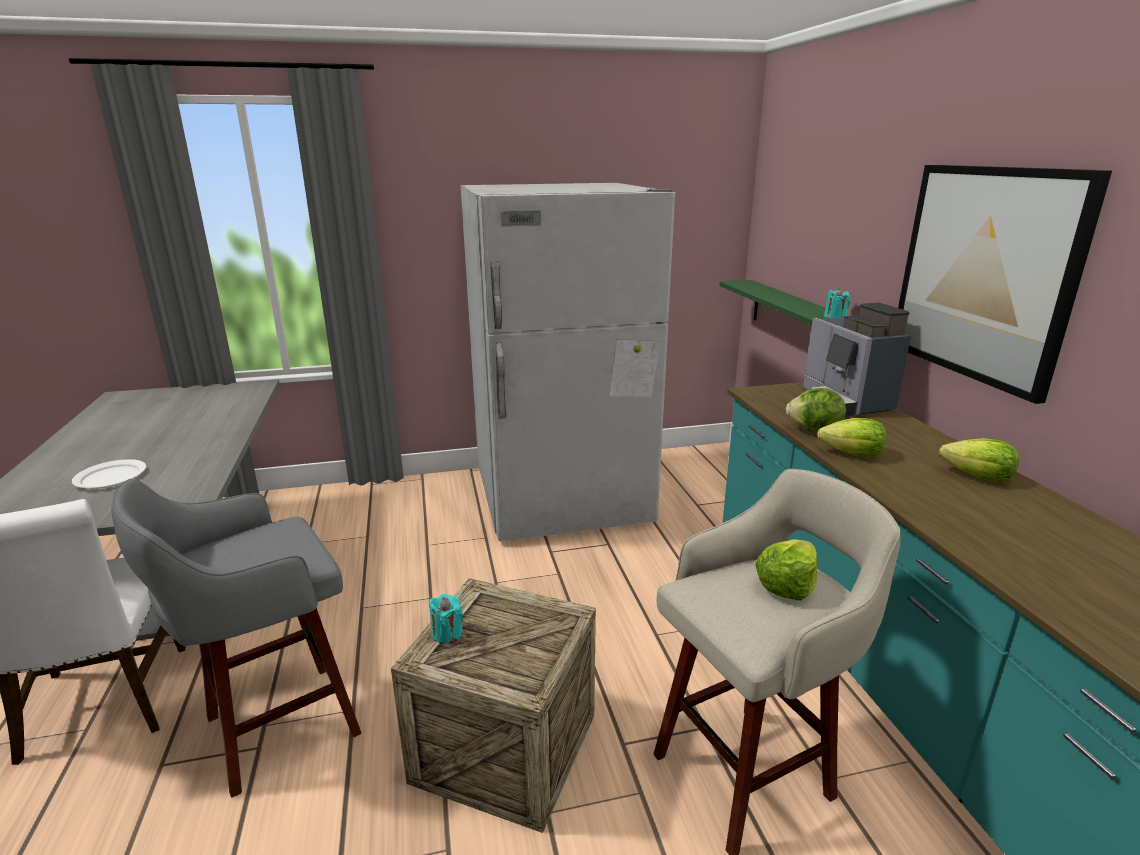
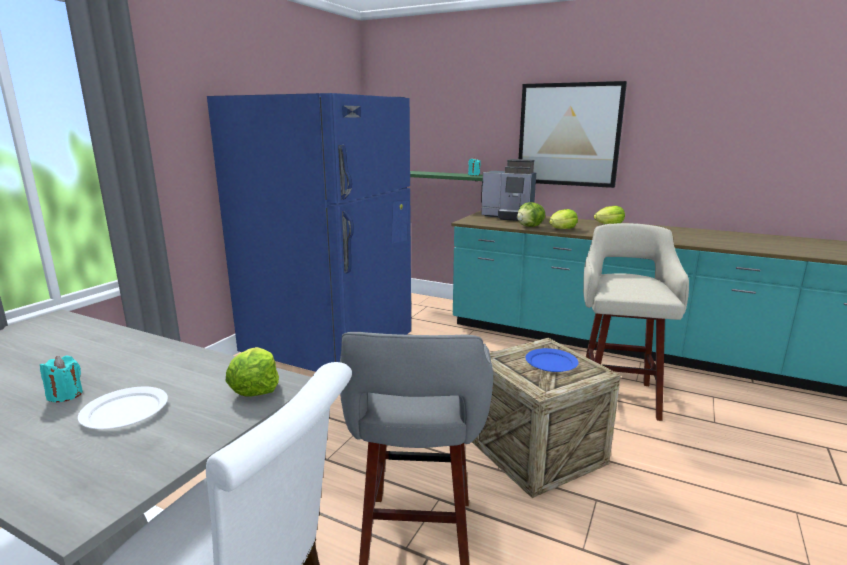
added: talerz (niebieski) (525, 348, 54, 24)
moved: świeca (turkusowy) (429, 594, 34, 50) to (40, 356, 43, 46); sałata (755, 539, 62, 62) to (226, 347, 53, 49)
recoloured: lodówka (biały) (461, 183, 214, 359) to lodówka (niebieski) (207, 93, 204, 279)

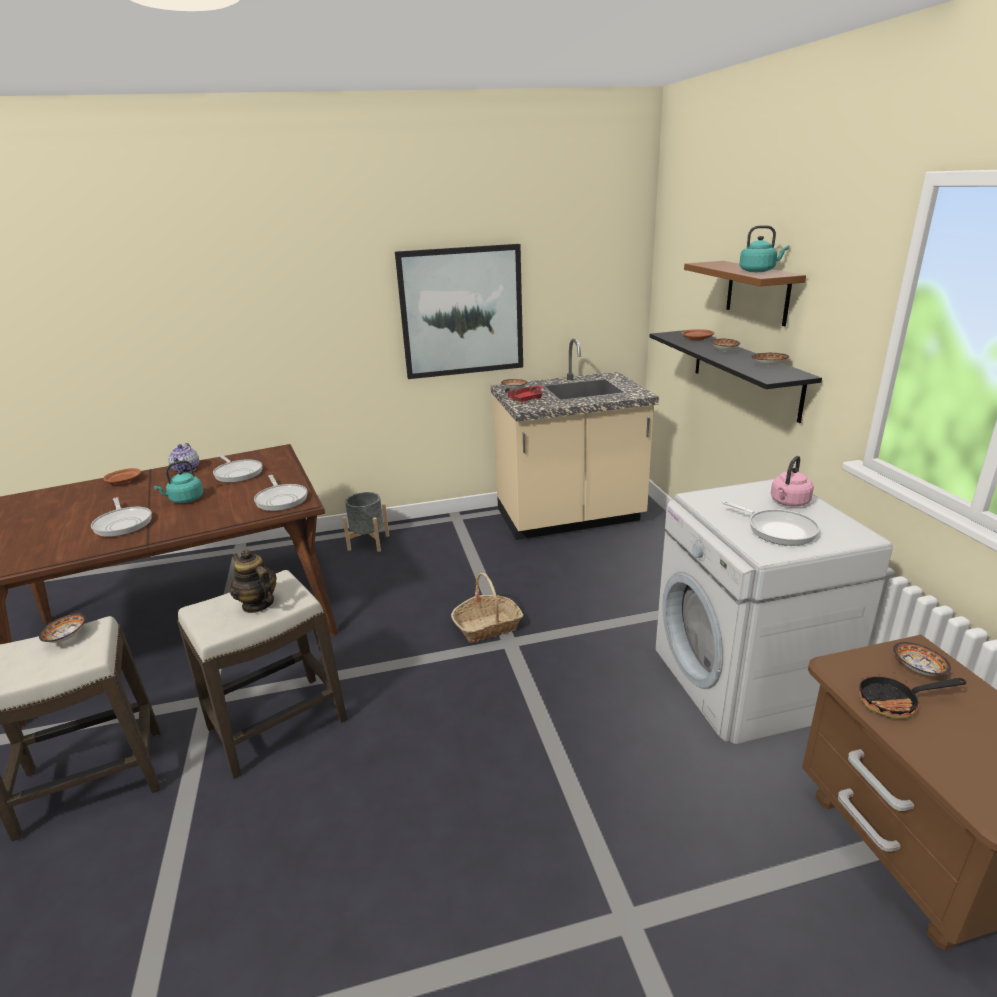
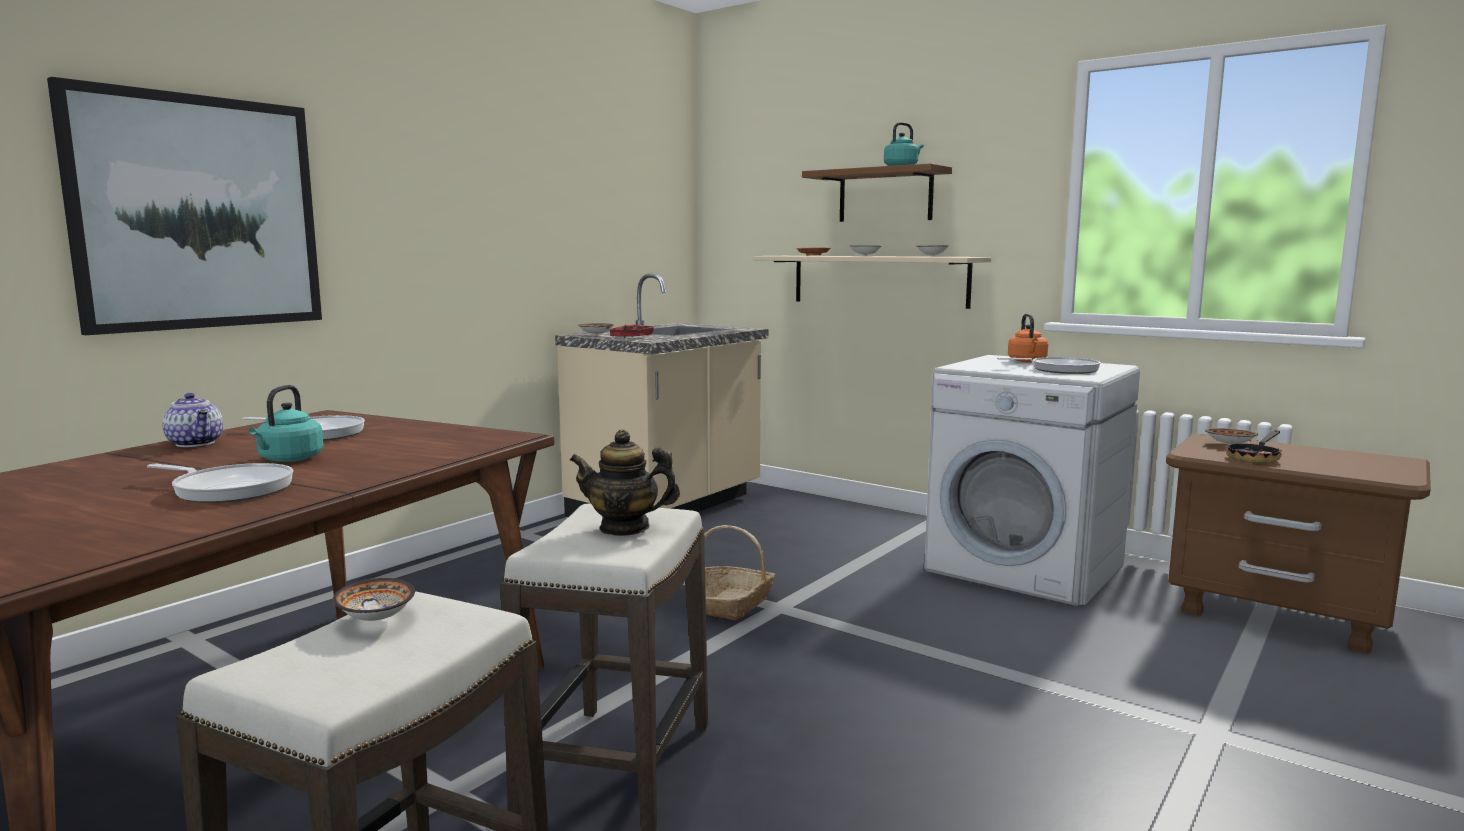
removed: talerz (brązowy) (103, 468, 38, 16); patelnia (254, 475, 53, 36); donica (szary) (342, 492, 47, 60)
moved: obraz (395, 244, 128, 135) to (47, 77, 275, 258)
recoloured: półka (czarny) (649, 330, 173, 93) to półka (beżowy) (753, 256, 238, 53); czajnik (różowy) (771, 456, 43, 51) to czajnik (pomarańczowy) (1008, 313, 40, 49)

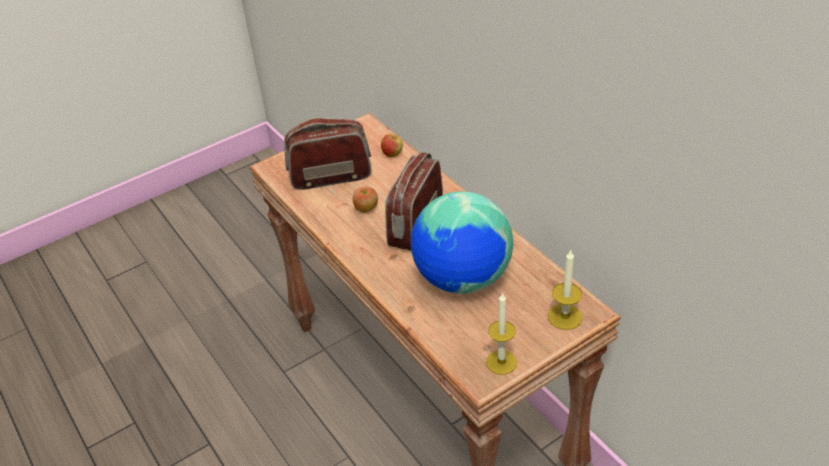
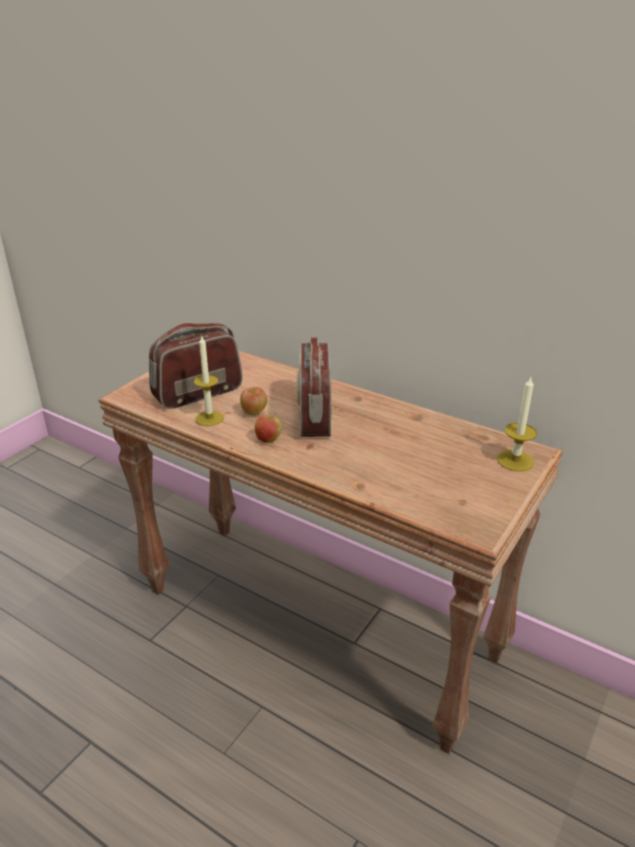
removed: globus (411, 192, 102, 102)
moved: jabłko (381, 134, 22, 23) to (254, 412, 28, 31); świeca (486, 292, 31, 83) to (194, 336, 30, 90)

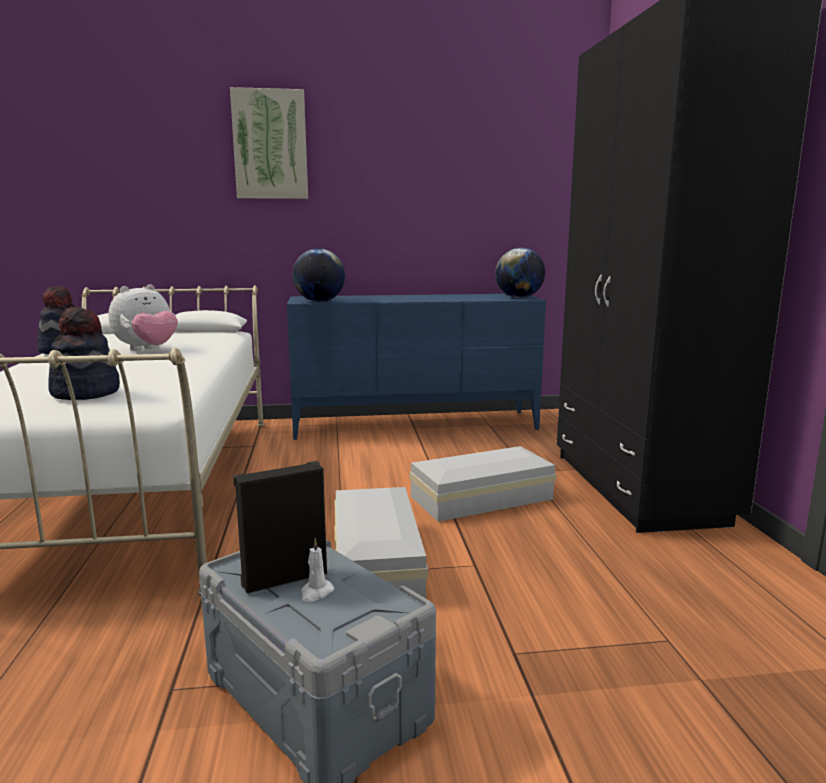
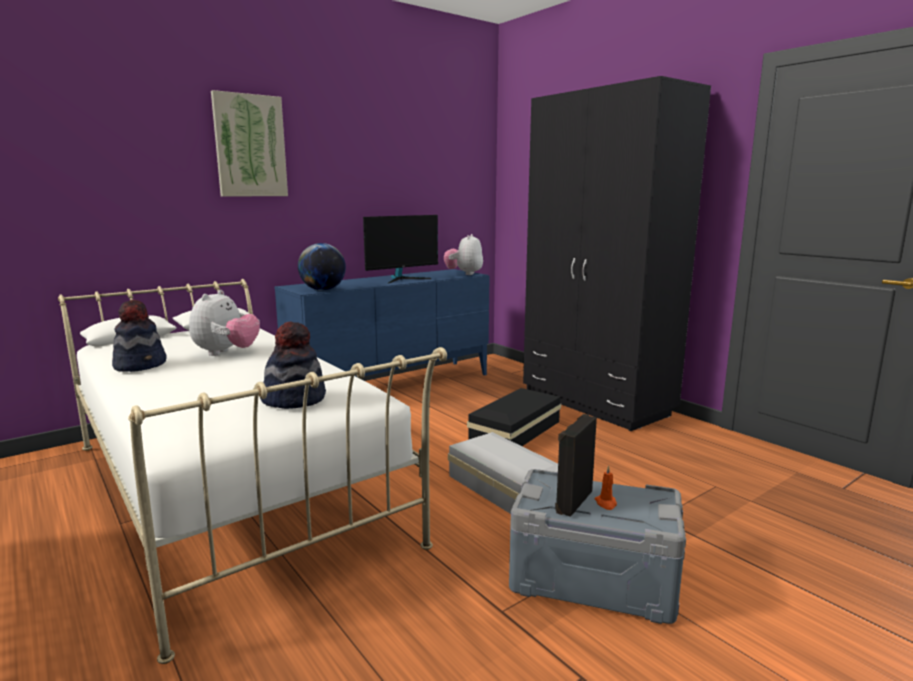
added: monitor (363, 215, 75, 69)
replaced: globus (495, 247, 50, 51) to pluszak (444, 234, 39, 41)
recoloured: świeca (biały) (301, 538, 33, 64) to świeca (pomarańczowy) (595, 465, 22, 45); pojemnik do przechowywania (biały) (409, 446, 147, 76) to pojemnik do przechowywania (czarny) (467, 388, 94, 58)

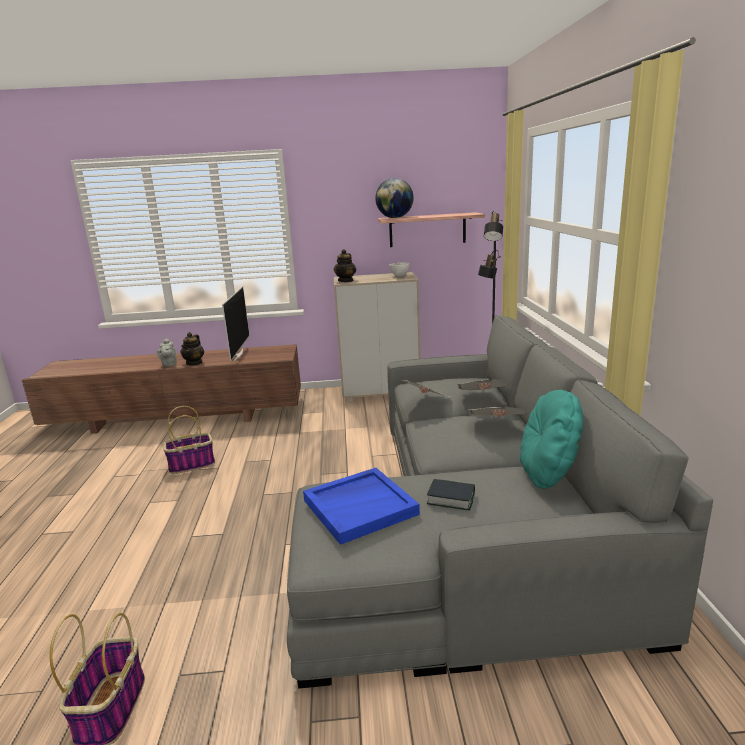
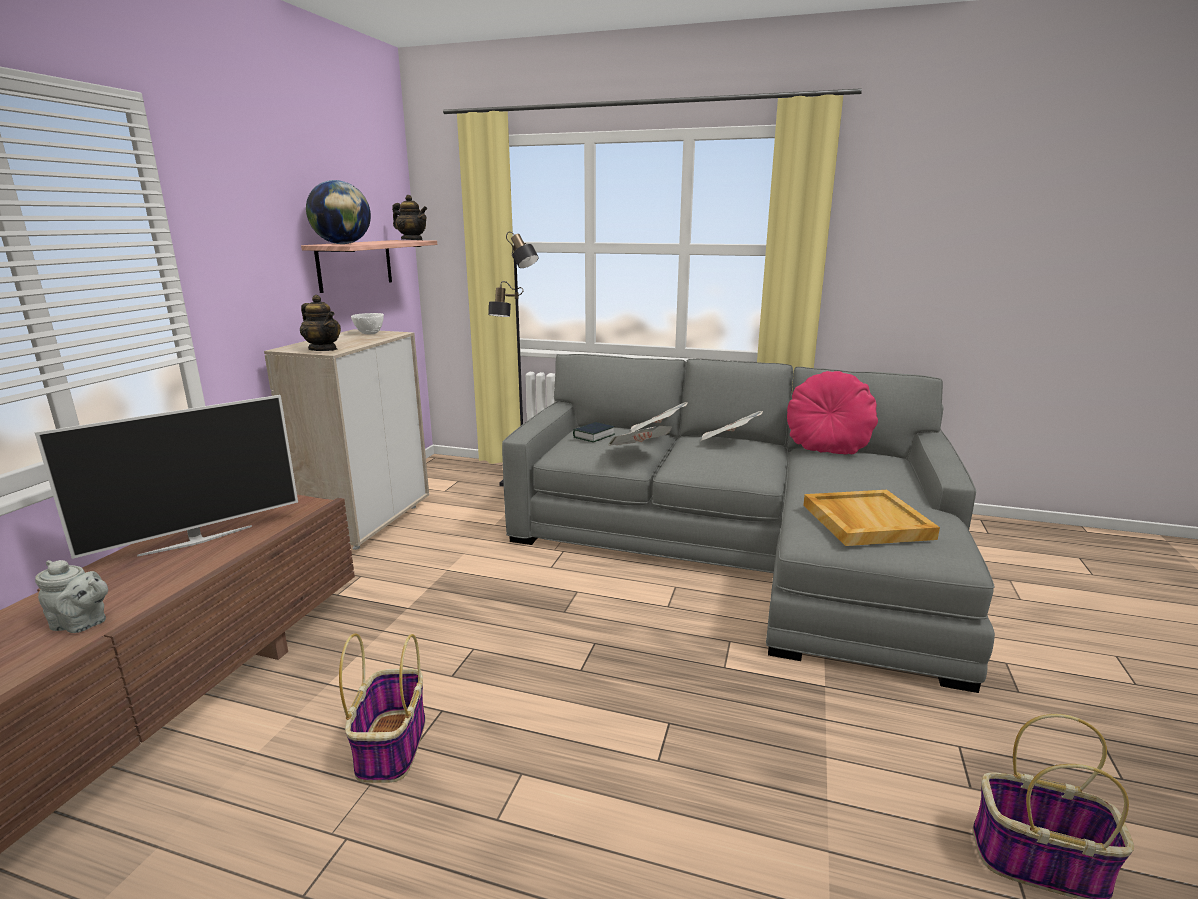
moved: imbryk (180, 332, 24, 33) to (392, 195, 35, 45); książka (427, 479, 48, 32) to (573, 422, 42, 20)
recoloured: taca (niebieski) (303, 468, 117, 77) to taca (beżowy) (803, 490, 137, 56); poduszka (turkusowy) (520, 390, 63, 99) to poduszka (różowy) (787, 371, 91, 83)
turned: telewizor (222, 286, 28, 76) = (35, 395, 263, 164) 120 degrees clockwise

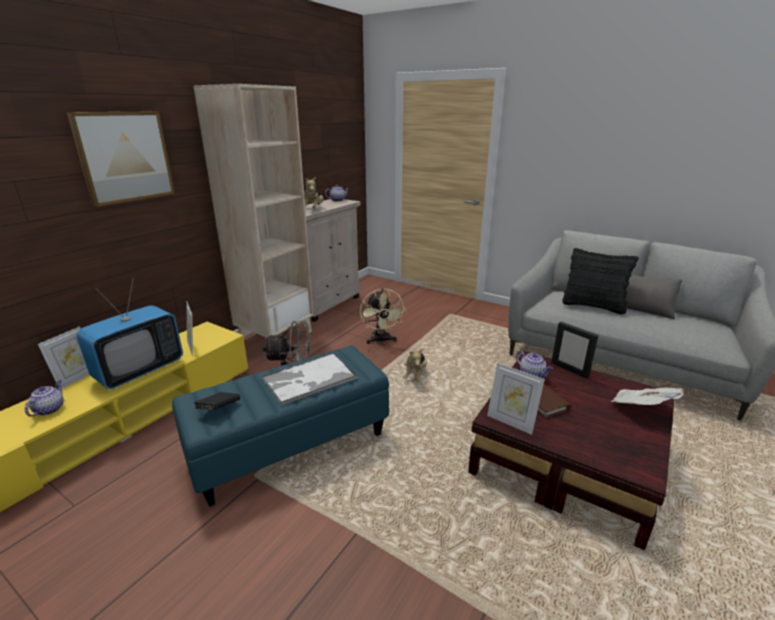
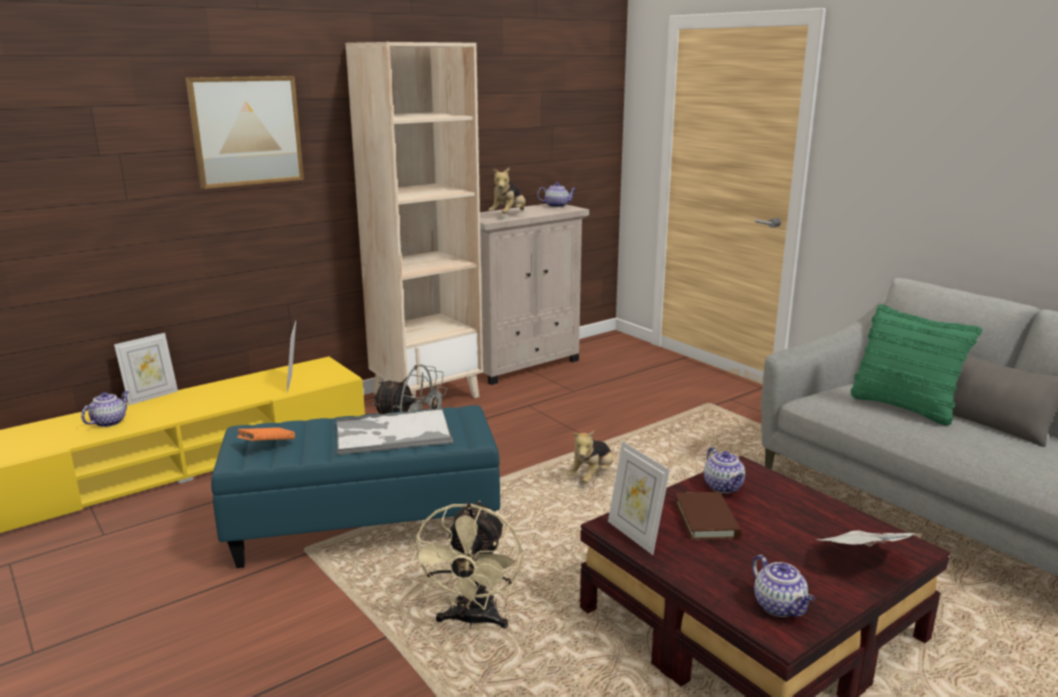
removed: telewizor (77, 278, 106, 111); ramka na zdjęcie (551, 322, 48, 57)
added: imbryk (752, 555, 63, 62)
moved: wentylator (beżowy) (360, 288, 46, 56) to (410, 501, 113, 127)
recoloured: książka (czarny) (194, 392, 46, 18) to książka (pomarańczowy) (237, 427, 58, 14); poduszka (czarny) (562, 248, 77, 66) to poduszka (zielony) (851, 304, 132, 121)

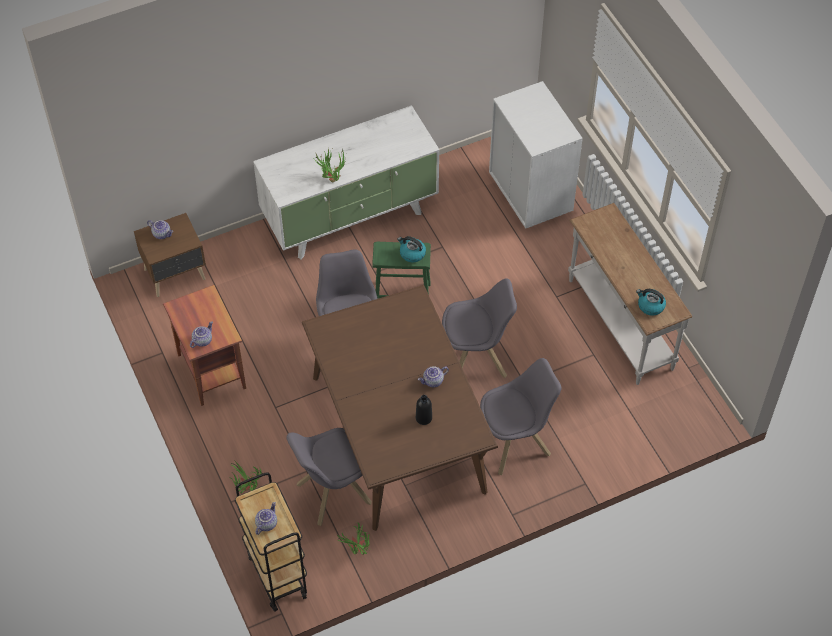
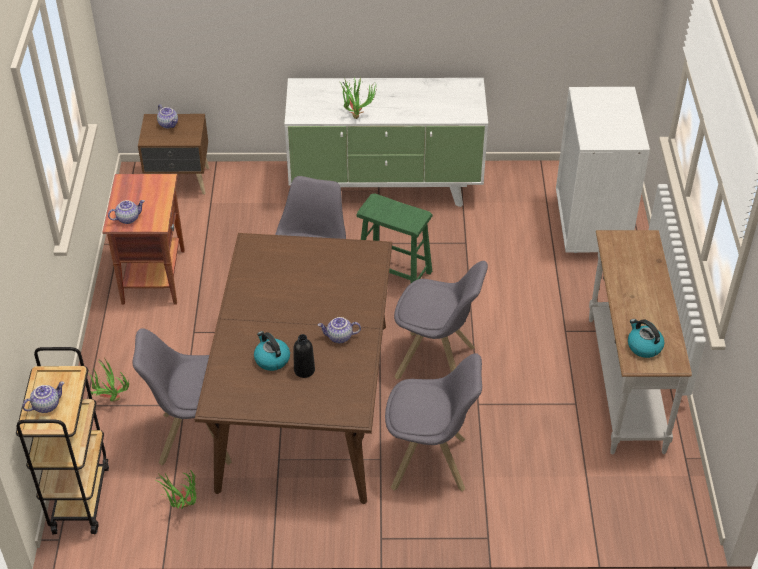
moved: czajnik (398, 236, 28, 27) to (254, 331, 36, 40)

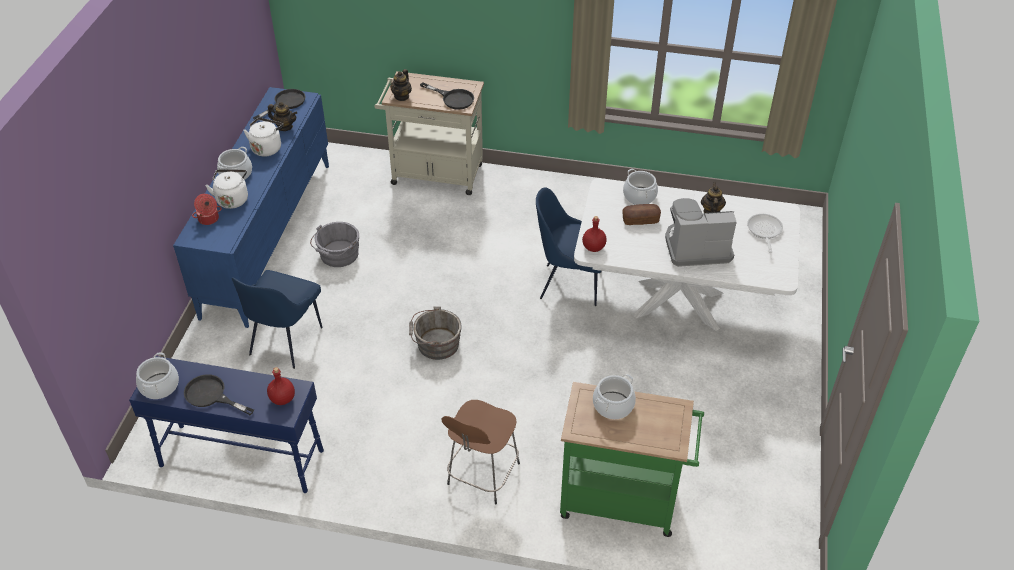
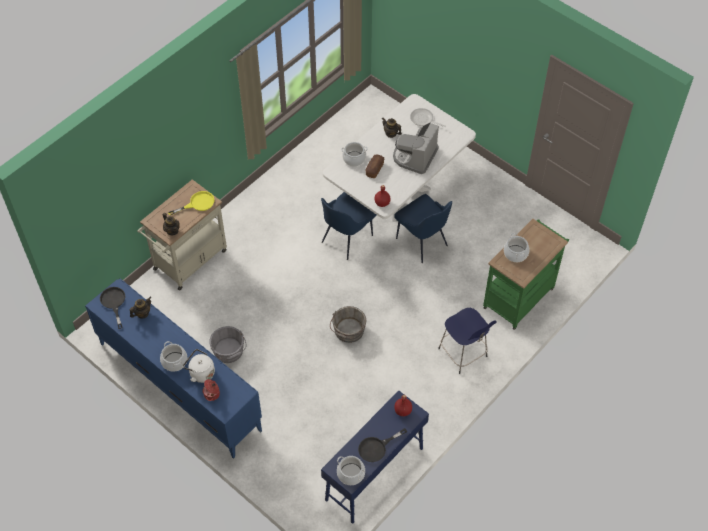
removed: czajnik (biały) (243, 118, 40, 39)
moved: krzesło (niebieski) (232, 270, 90, 99) to (394, 194, 58, 69)
recoloured: patelnia (czarny) (420, 82, 54, 28) to patelnia (żółty) (168, 191, 47, 25); stołek (brązowy) (442, 400, 78, 104) to stołek (niebieski) (438, 308, 59, 66)

